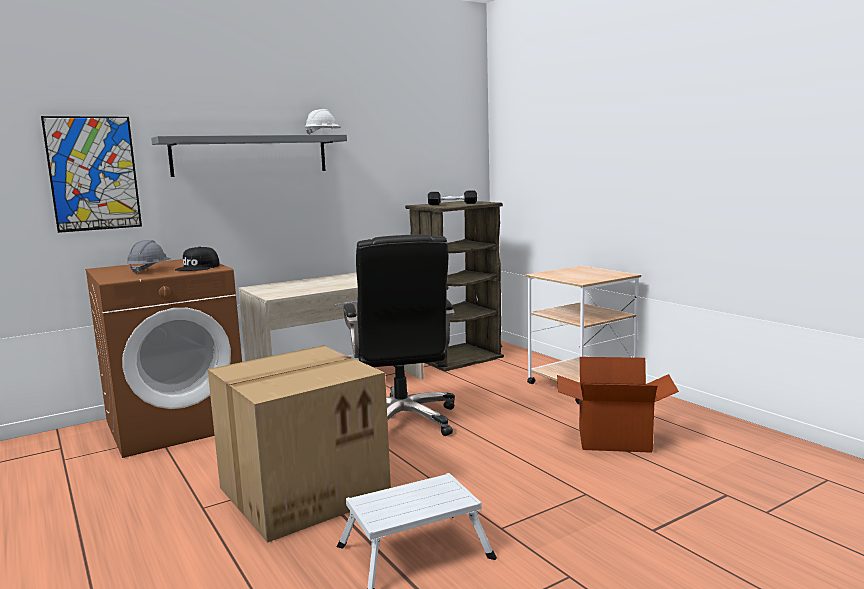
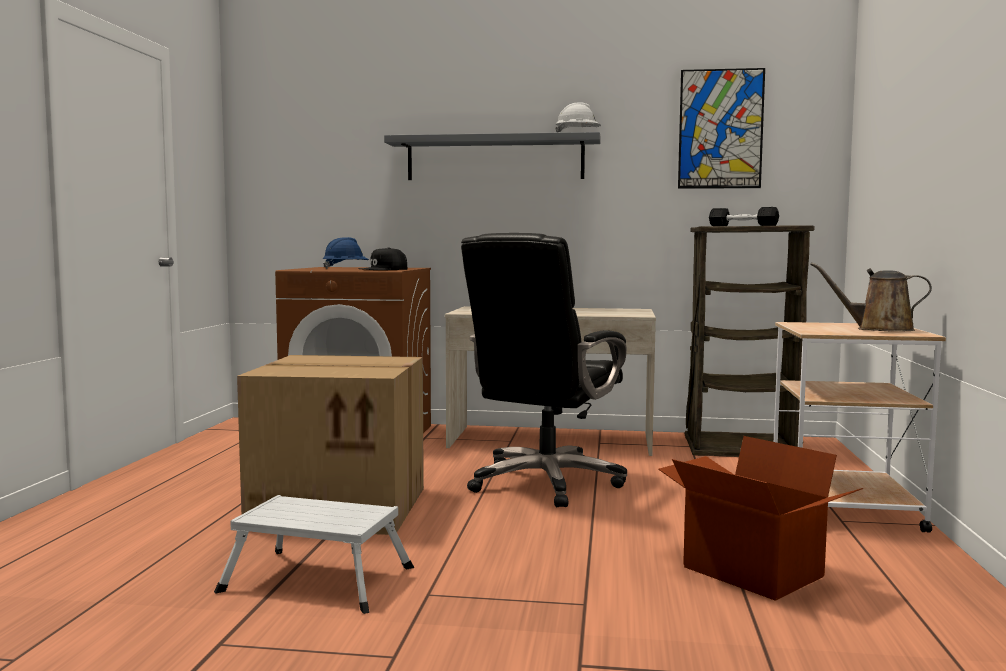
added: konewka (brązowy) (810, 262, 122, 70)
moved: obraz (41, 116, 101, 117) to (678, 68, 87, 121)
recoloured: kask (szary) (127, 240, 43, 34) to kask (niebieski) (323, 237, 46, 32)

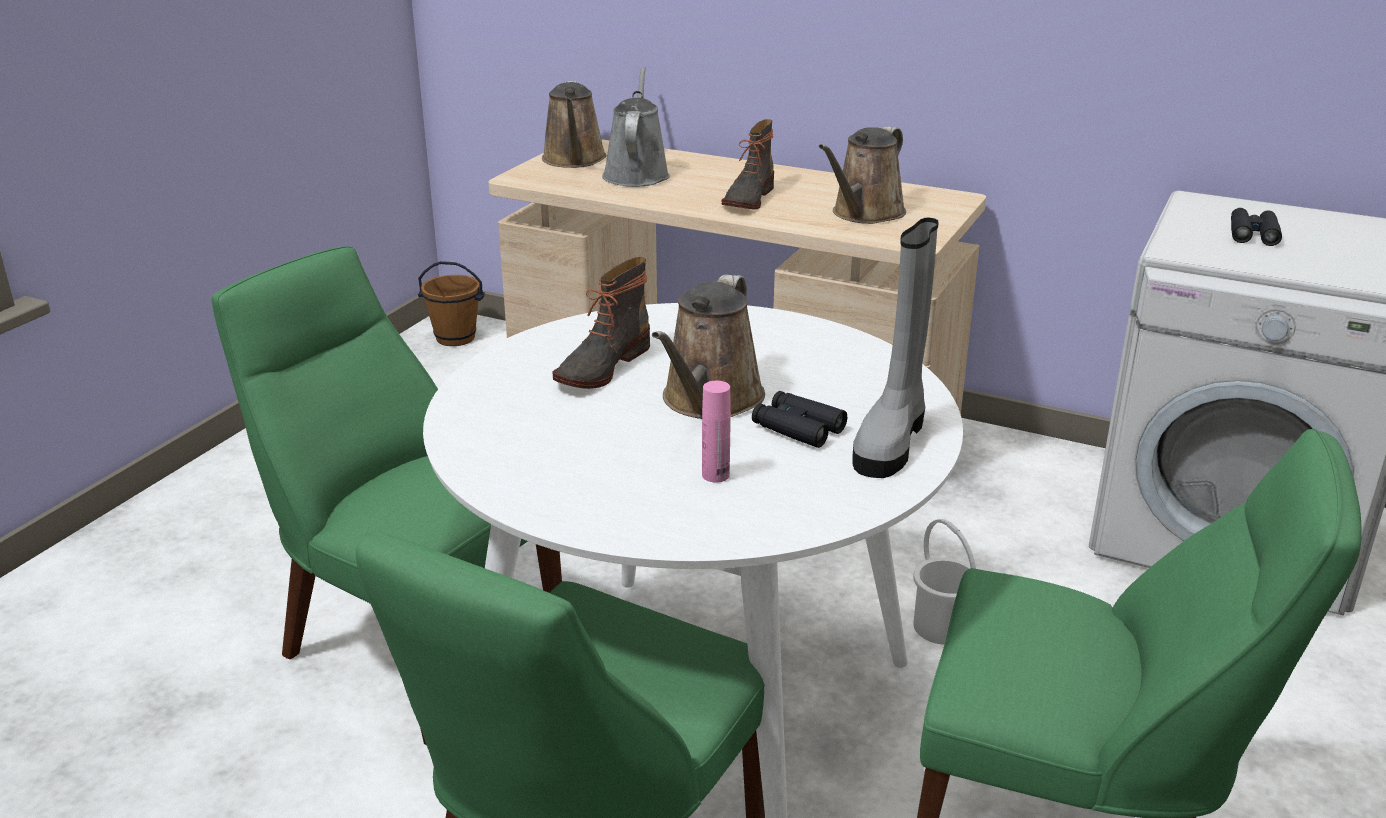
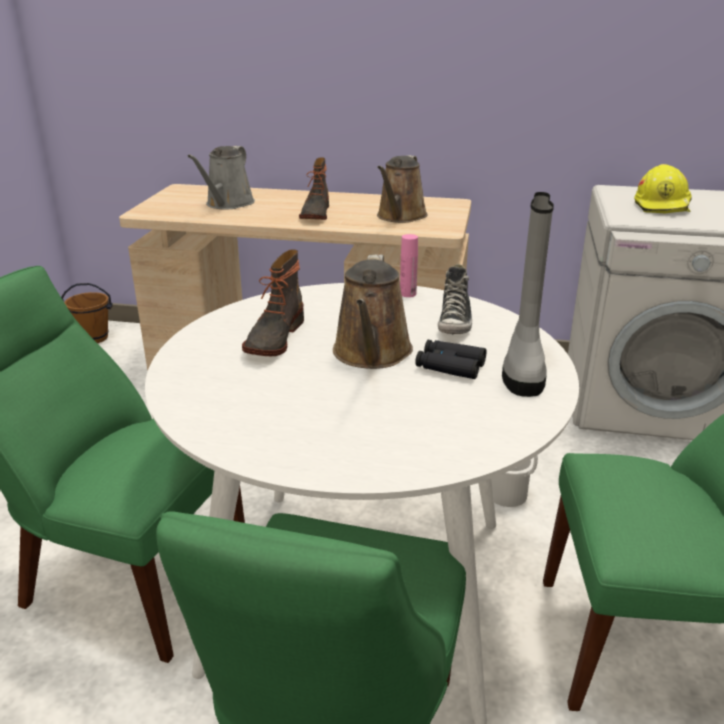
removed: konewka (brązowy) (542, 81, 65, 87)
added: but (438, 264, 34, 71)
moved: butelka (różowy) (702, 381, 29, 102) to (400, 234, 18, 63)
replaced: lornetka (czarny) (1231, 208, 51, 38) to kask (żółty) (634, 164, 58, 49)
turned: konewka (szary) (602, 67, 68, 120) = (188, 146, 67, 64) 150 degrees counterclockwise

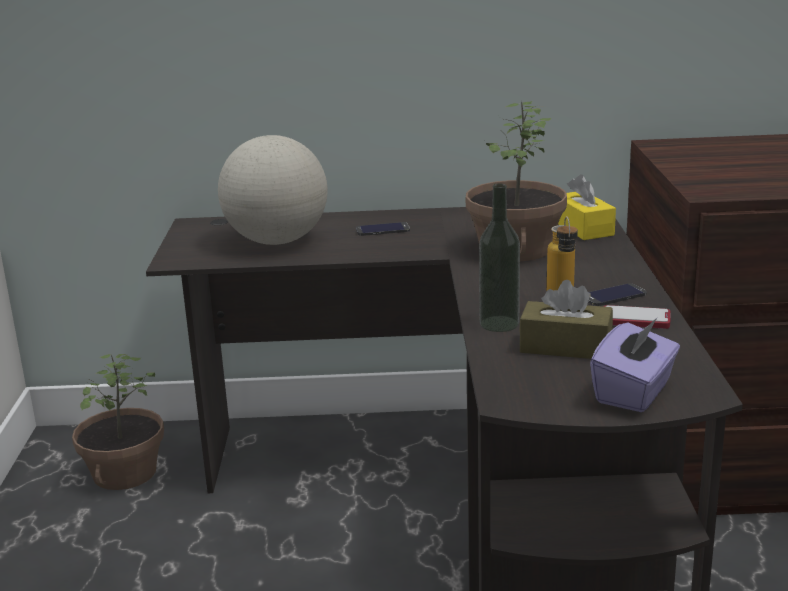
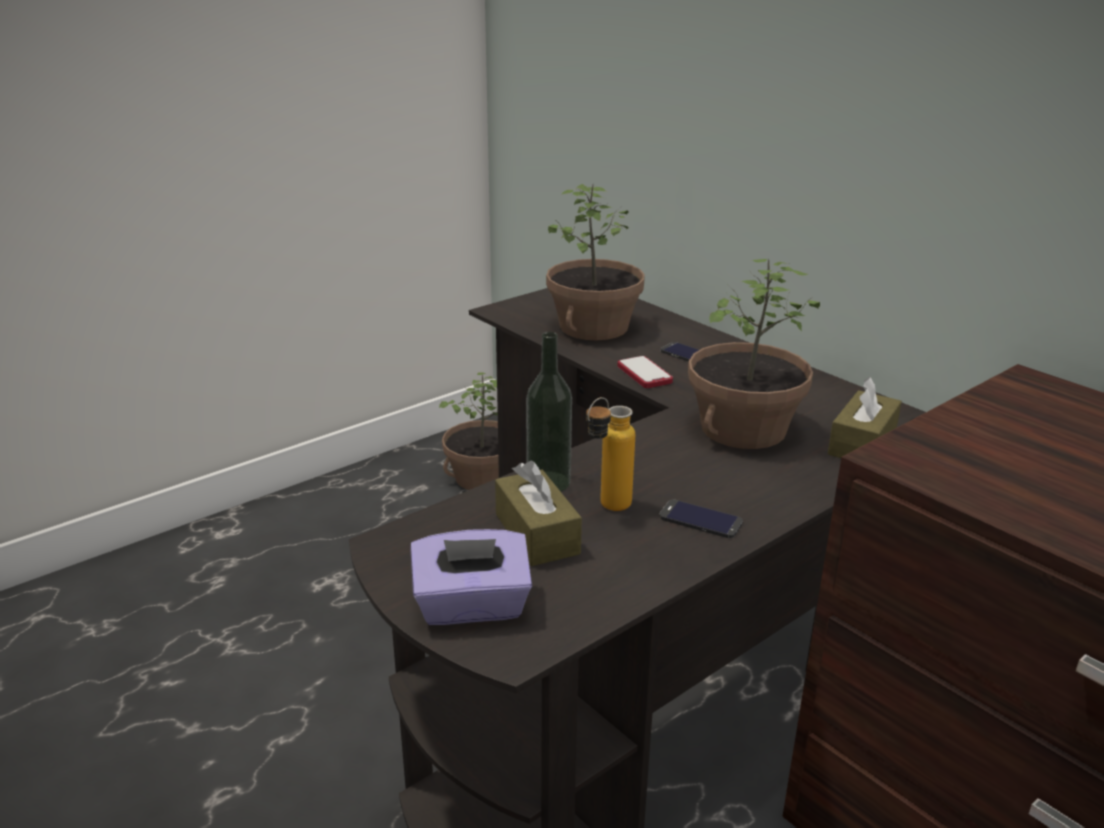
moved: telefon (604, 305, 67, 24) to (617, 356, 56, 32)
replaced: globus (218, 135, 109, 110) to roślina doniczkowa (546, 184, 99, 156)
recoloured: pudełko chusteczek (żółty) (558, 174, 58, 66) to pudełko chusteczek (brązowy) (828, 377, 74, 81)

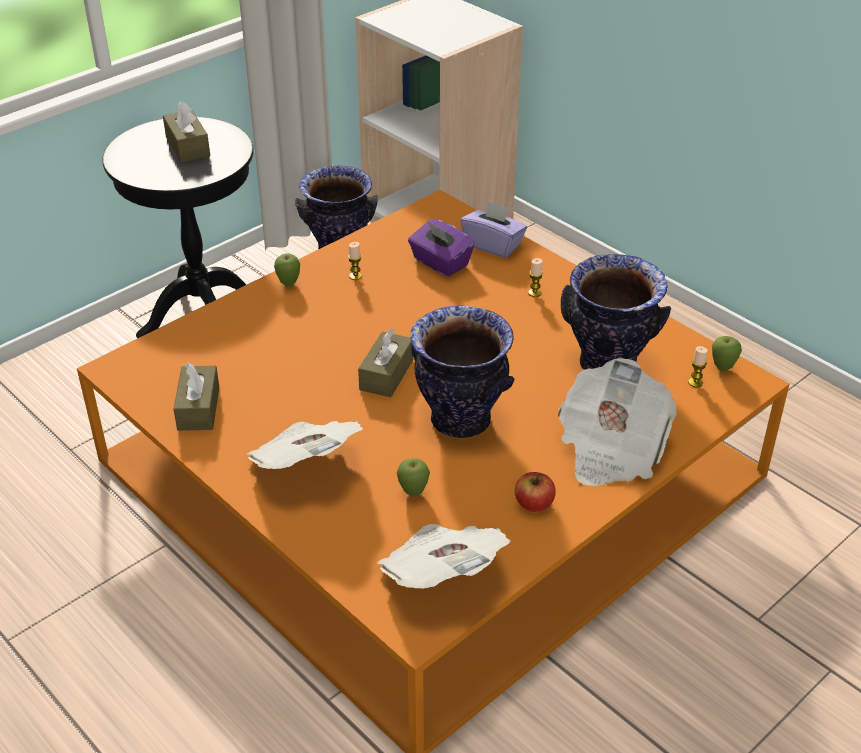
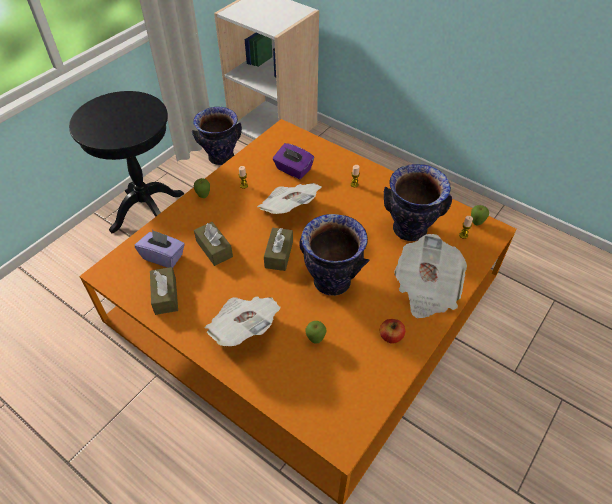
moved: pudełko chusteczek (brązowy) (163, 101, 47, 62) to (194, 222, 39, 44); gazeta (377, 524, 134, 64) to (257, 183, 65, 31); pudełko chusteczek (fioletowy) (460, 200, 67, 58) to (135, 230, 50, 38)

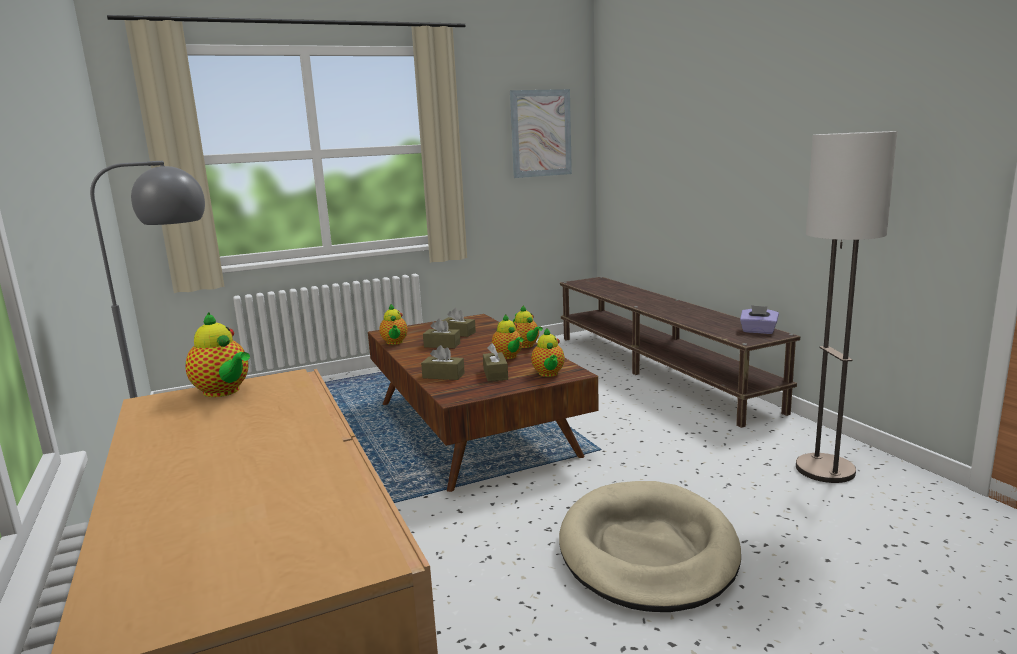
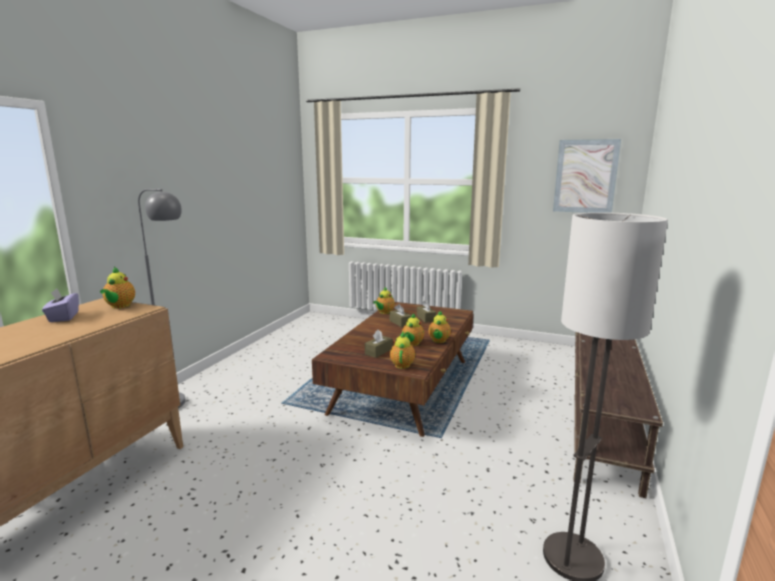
removed: pudełko chusteczek (brązowy) (421, 345, 44, 35); legowisko (beżowy) (559, 481, 182, 131)
moved: pudełko chusteczek (fioletowy) (740, 305, 39, 29) to (42, 289, 37, 33)
turned: imbryk (531, 328, 34, 49) = (390, 332, 25, 37) 150 degrees clockwise

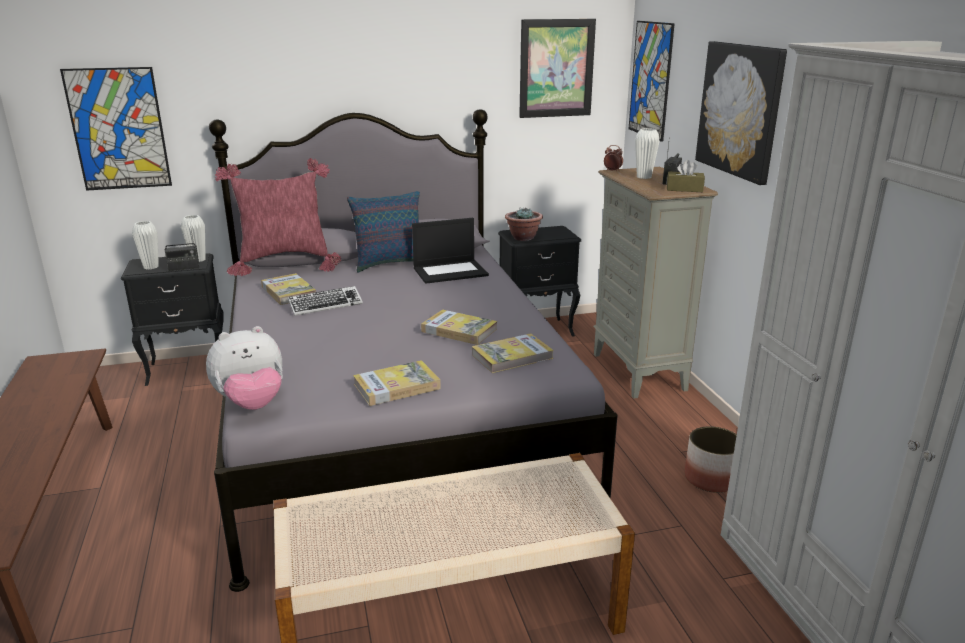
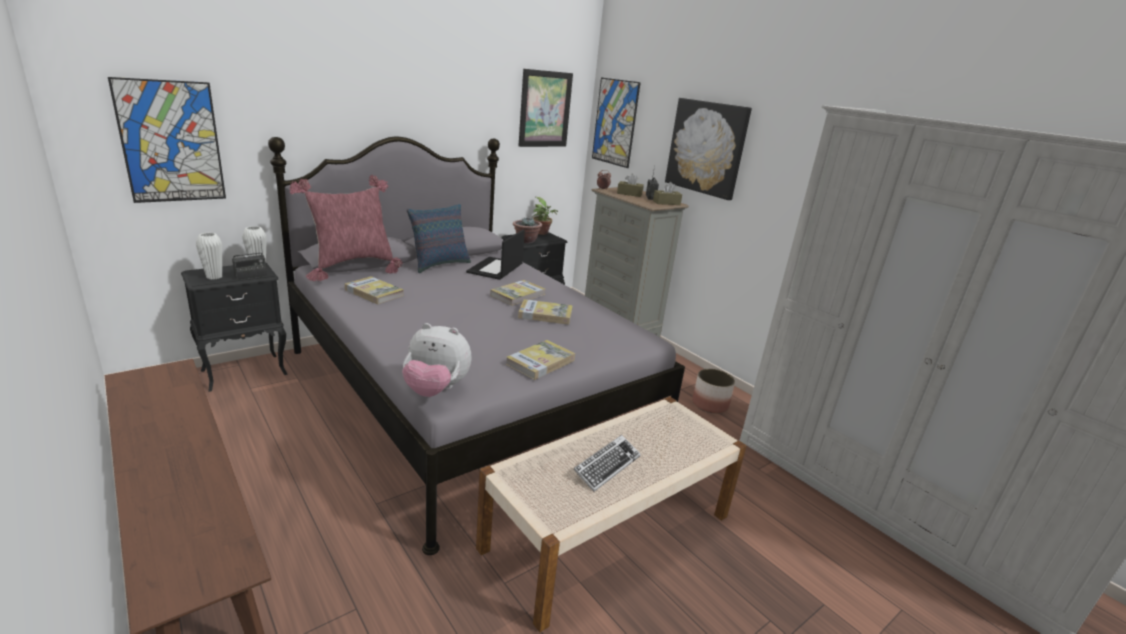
added: roślina doniczkowa (533, 197, 25, 38)
moved: klawiatura (288, 286, 75, 30) to (573, 435, 68, 57); książka (472, 333, 82, 40) to (490, 280, 55, 26)
replaced: wazon (biały) (635, 128, 25, 51) to pudełko chusteczek (brązowy) (617, 174, 27, 23)
turned: pluszak (206, 326, 77, 84) = (402, 323, 70, 74) 60 degrees clockwise; laptop (412, 218, 77, 66) = (466, 230, 59, 50) 150 degrees clockwise

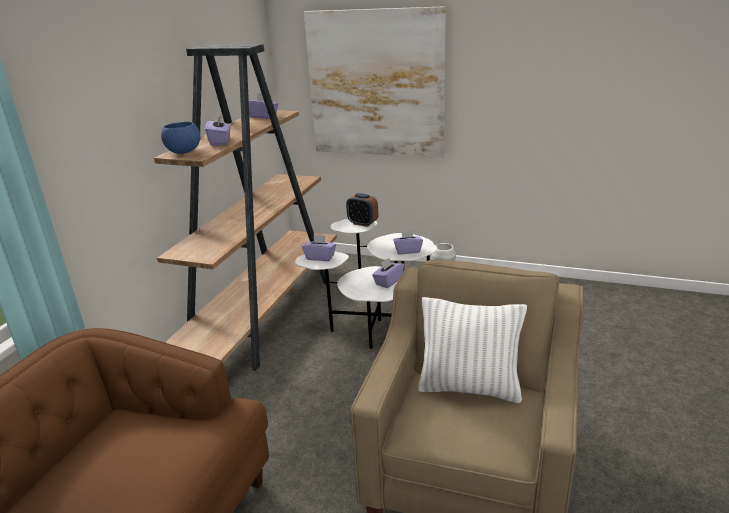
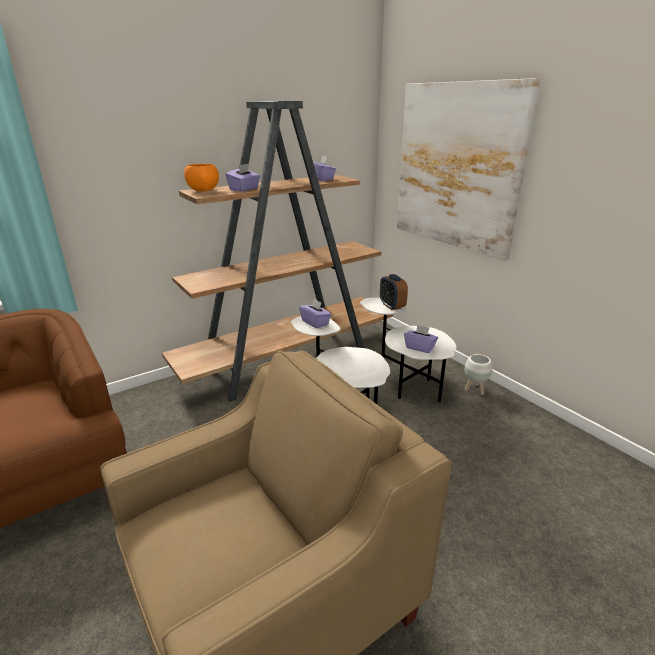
removed: pudełko chusteczek (fioletowy) (372, 258, 32, 30); poduszka (biały) (418, 297, 109, 106)
recoloured: miska (niebieski) (161, 122, 40, 32) to miska (pomarańczowy) (184, 164, 35, 27)

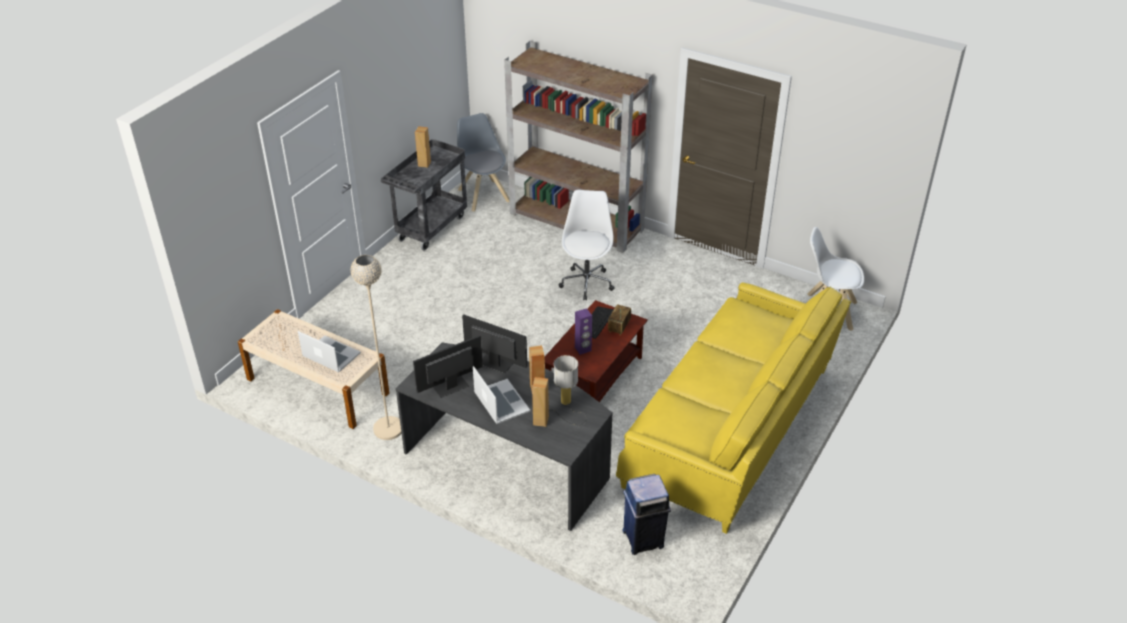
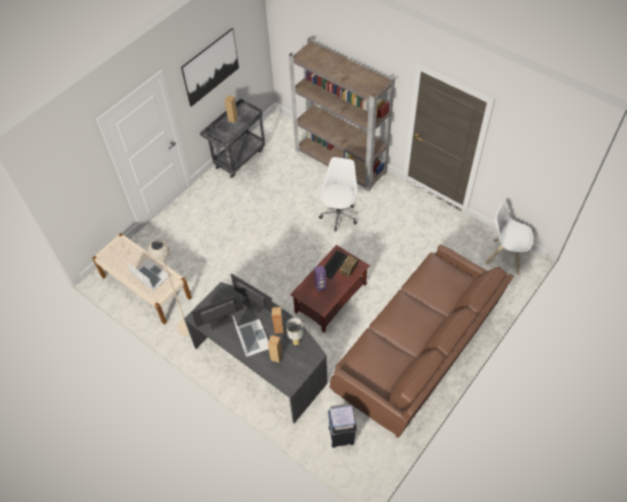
removed: krzesło (szary) (457, 113, 53, 99)
added: obraz (181, 28, 58, 79)
recoloured: kanapa (żółty) (616, 282, 235, 252) to kanapa (brązowy) (329, 245, 185, 193)

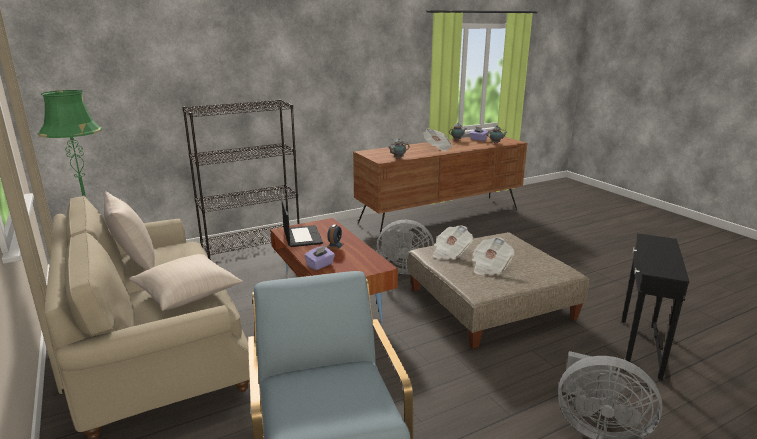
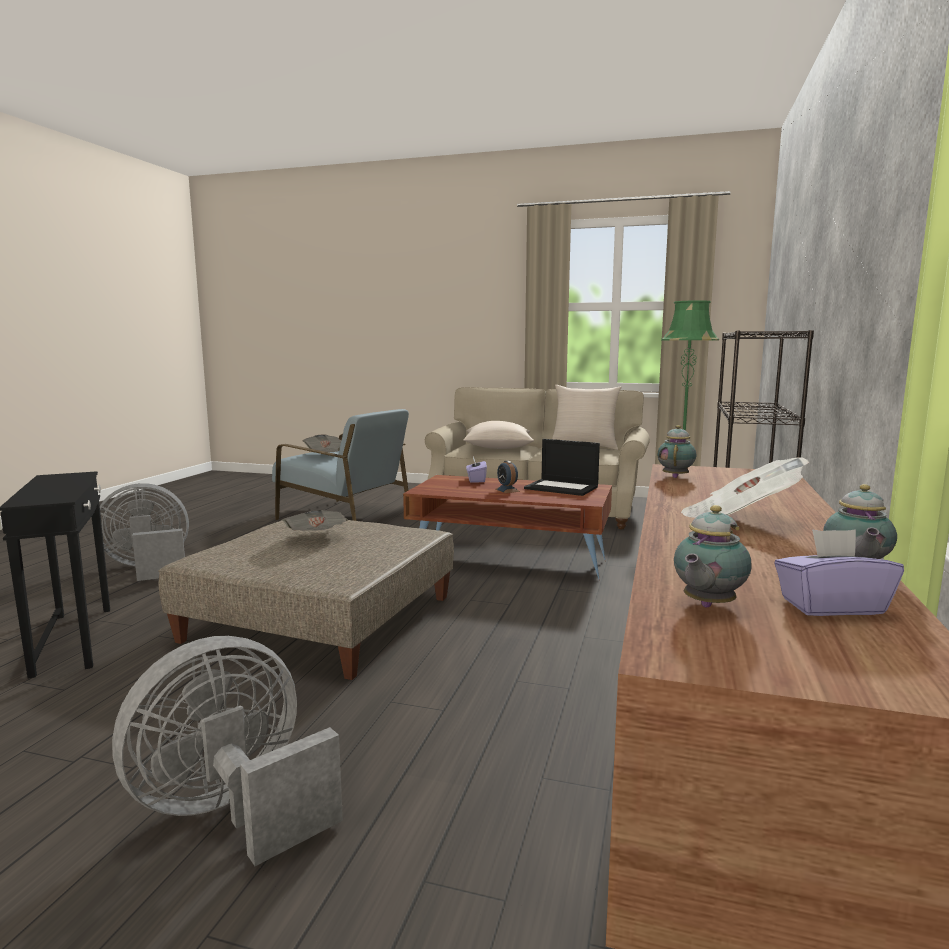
moved: wentylator (szary) (377, 220, 57, 54) to (112, 636, 231, 230); gazeta (432, 225, 41, 35) to (303, 434, 38, 18)

